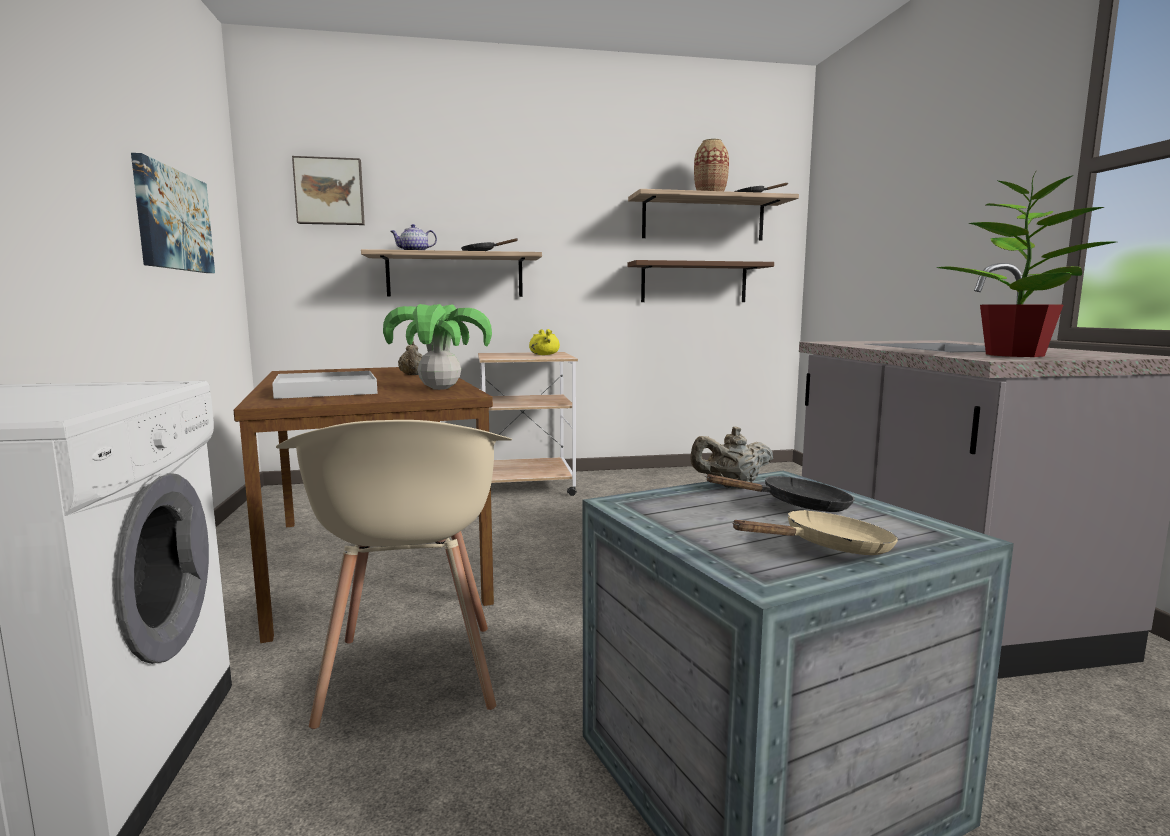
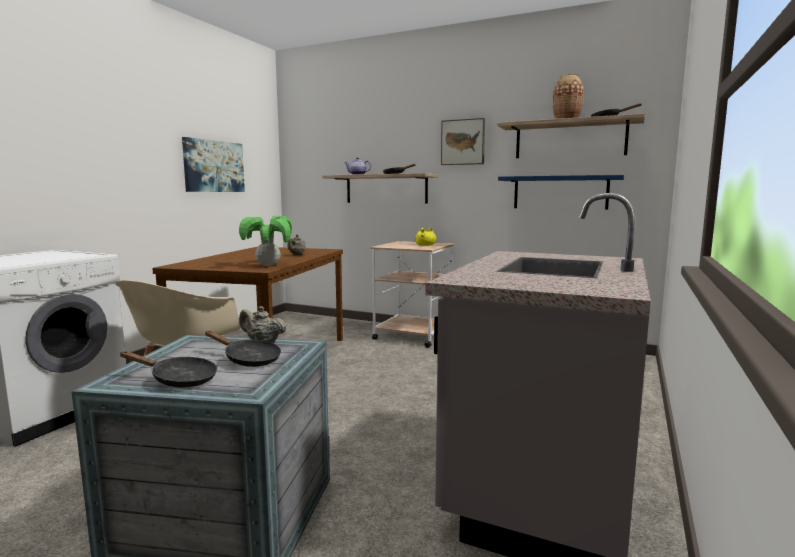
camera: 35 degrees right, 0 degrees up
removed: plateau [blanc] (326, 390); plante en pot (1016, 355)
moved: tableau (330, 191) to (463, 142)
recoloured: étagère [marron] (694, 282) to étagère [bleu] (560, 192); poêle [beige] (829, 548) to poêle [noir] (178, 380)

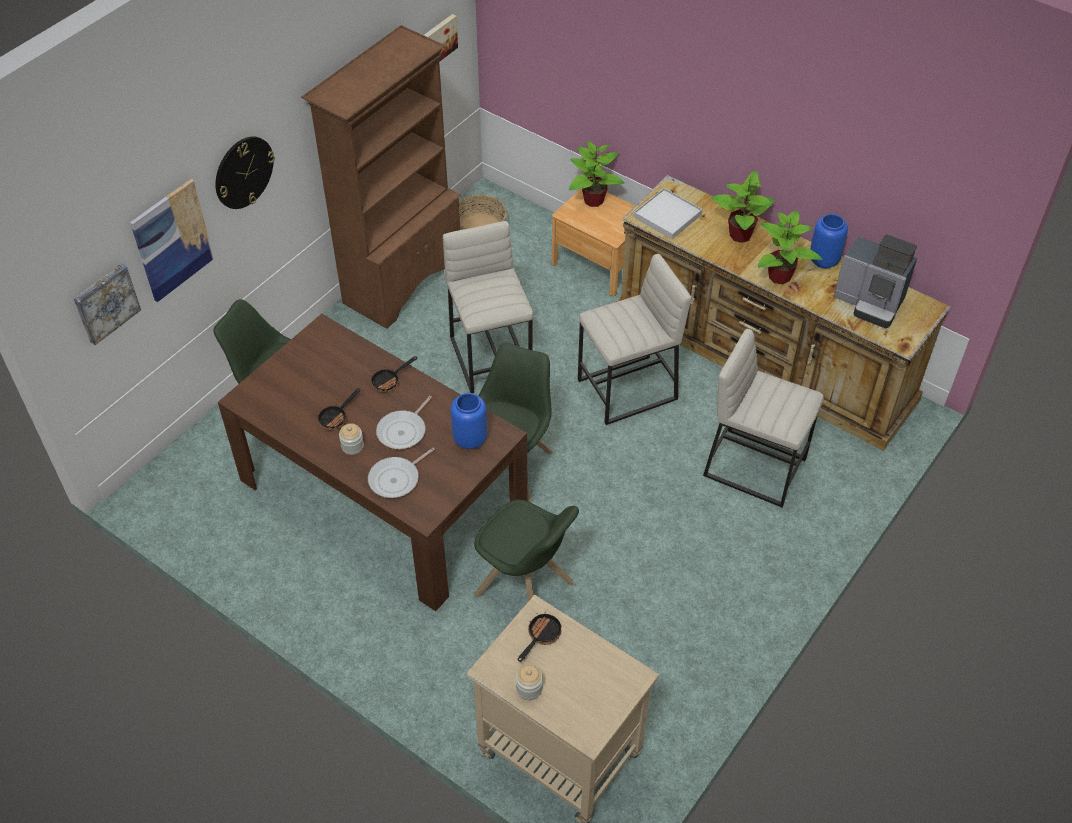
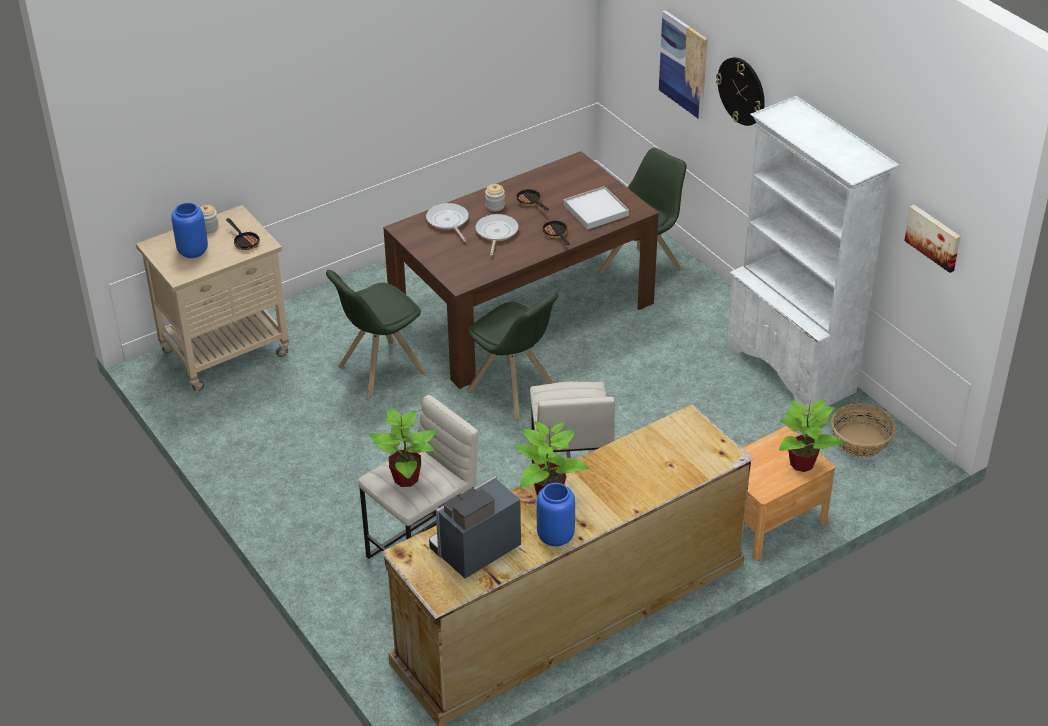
camera: 110 degrees right, 10 degrees down
removed: tableau (105, 302); tabouret [beige] (490, 357)
moved: vase [bleu] (470, 438) to (193, 251); plateau [blanc] (667, 216) to (596, 210); plante en pot (740, 234) to (407, 479)
recoloured: bibliothèque [marron] (402, 281) to bibliothèque [blanc] (791, 369)
turned: poêle (403, 431) = (496, 233) 45 degrees clockwise

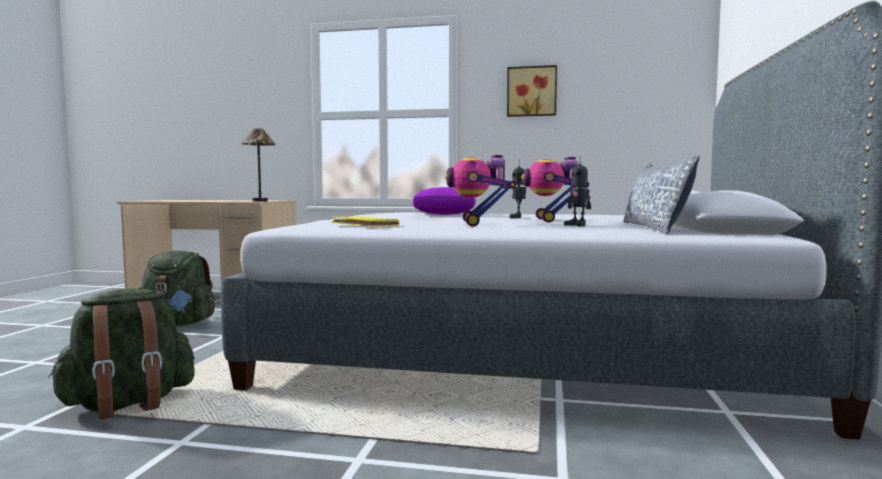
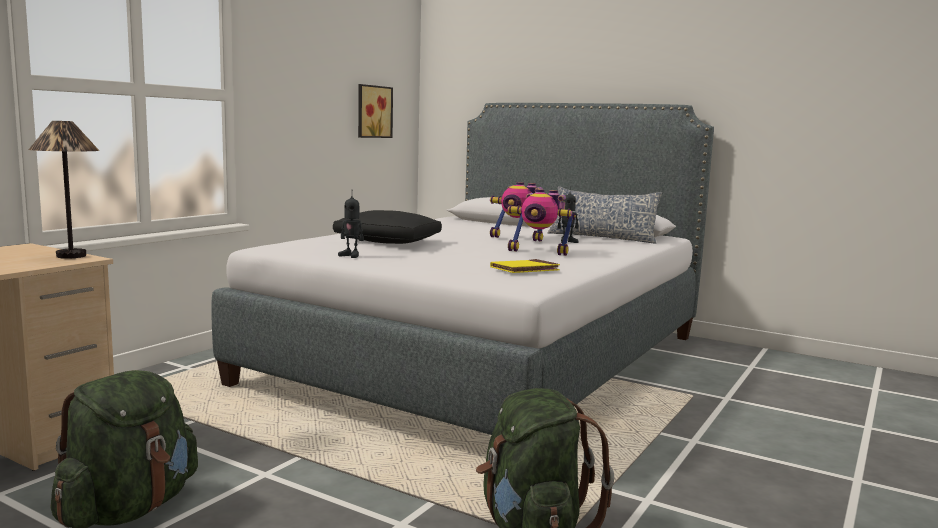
camera: 70 degrees left, 5 degrees up
moved: tableau (531, 91) to (373, 111); robot jouet (517, 217) to (351, 255)
recoloured: coussin [violet] (444, 214) to coussin [noir] (389, 241)

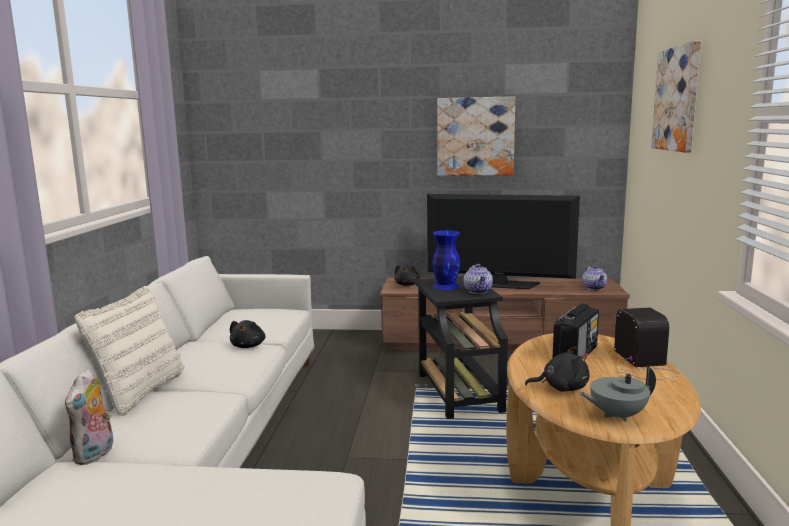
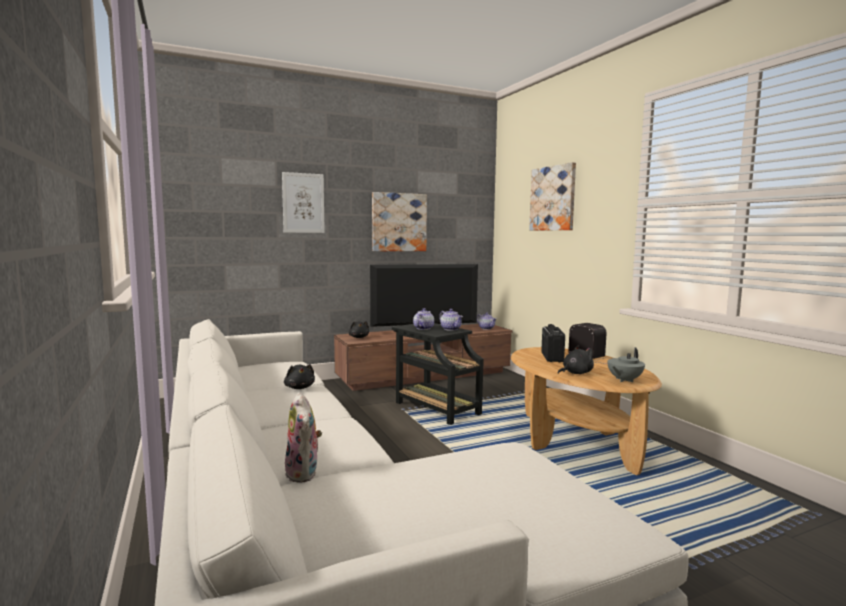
camera: 30 degrees left, 5 degrees down
removed: coussin [beige] (140, 392)
added: tableau (303, 203)
replaced: vase [bleu] (445, 286) to théière (423, 328)

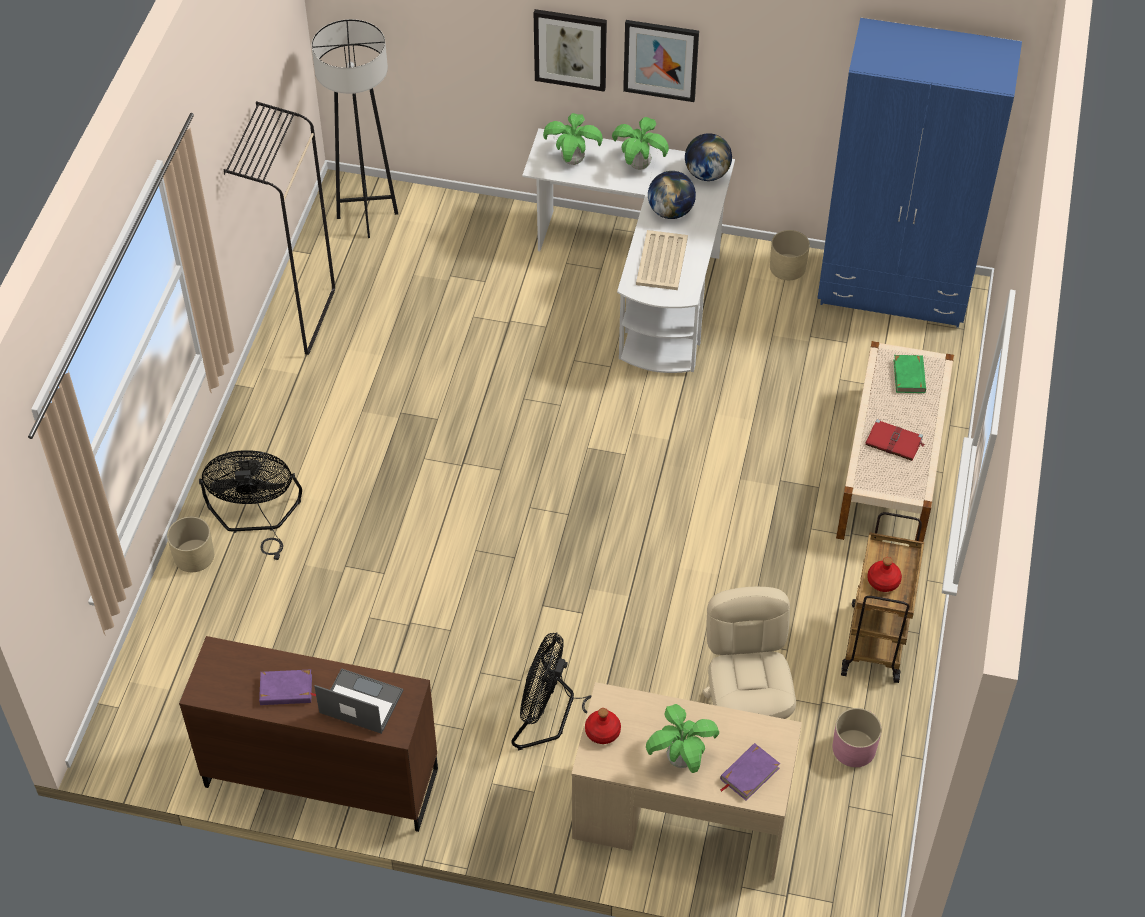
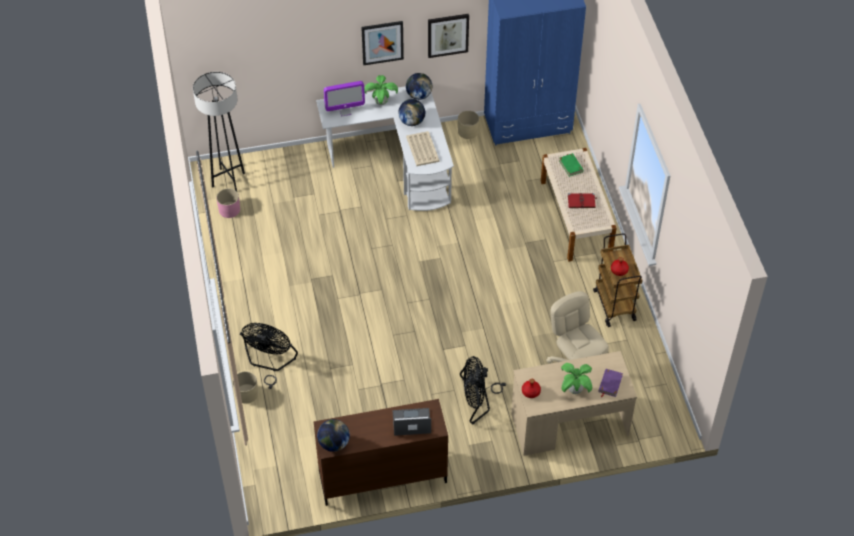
camera: 25 degrees left, 0 degrees up
removed: portant [noir] (297, 317); livre [violet] (286, 690)
added: globe (334, 443)
moved: tableau (570, 49) to (448, 35); cache-pot [rose] (854, 749) to (229, 210)
replaced: plante en pot (573, 160) to écran d'ordinateur (345, 111)
turned: ventilateur [noir] (257, 519) = (268, 362) 45 degrees clockwise

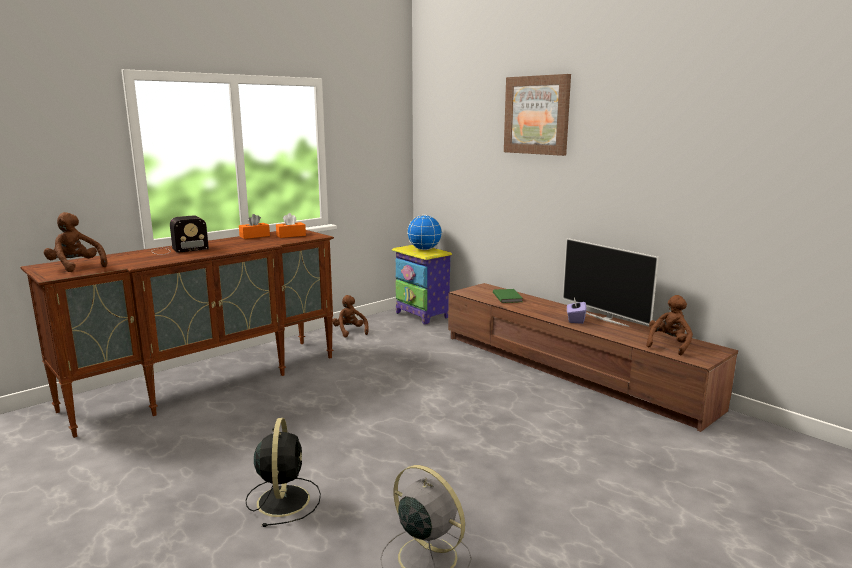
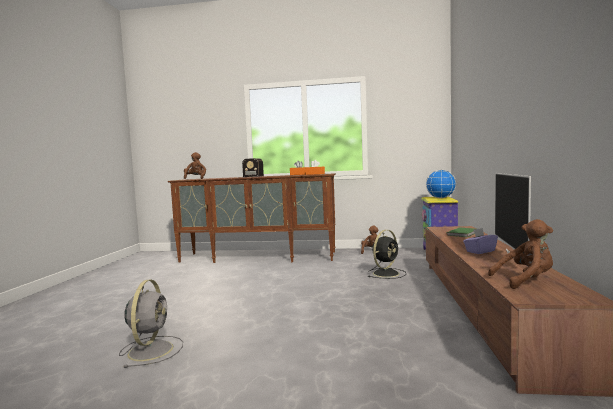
camera: 50 degrees right, 10 degrees down
removed: tableau (537, 115)
moved: ventilateur [noir] (283, 499) to (386, 273)

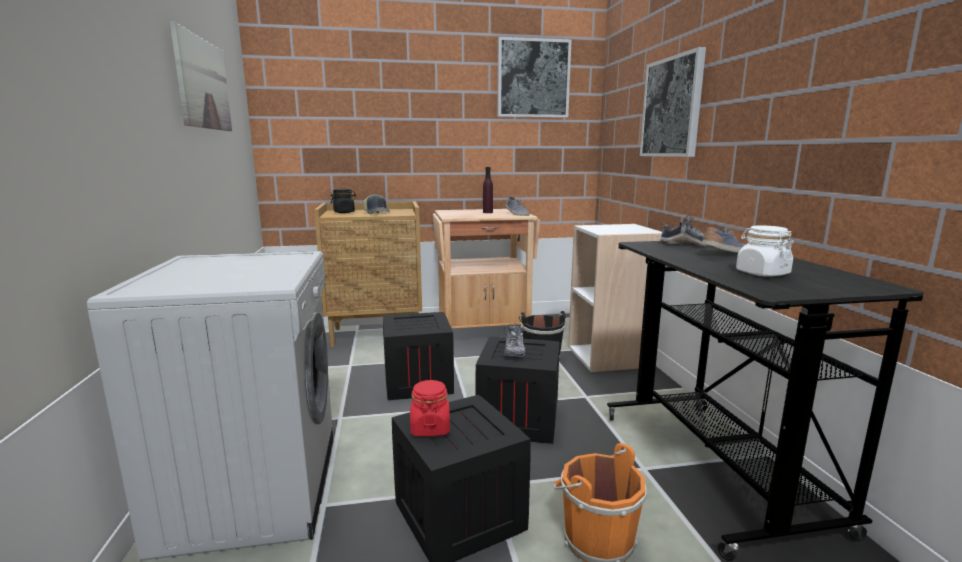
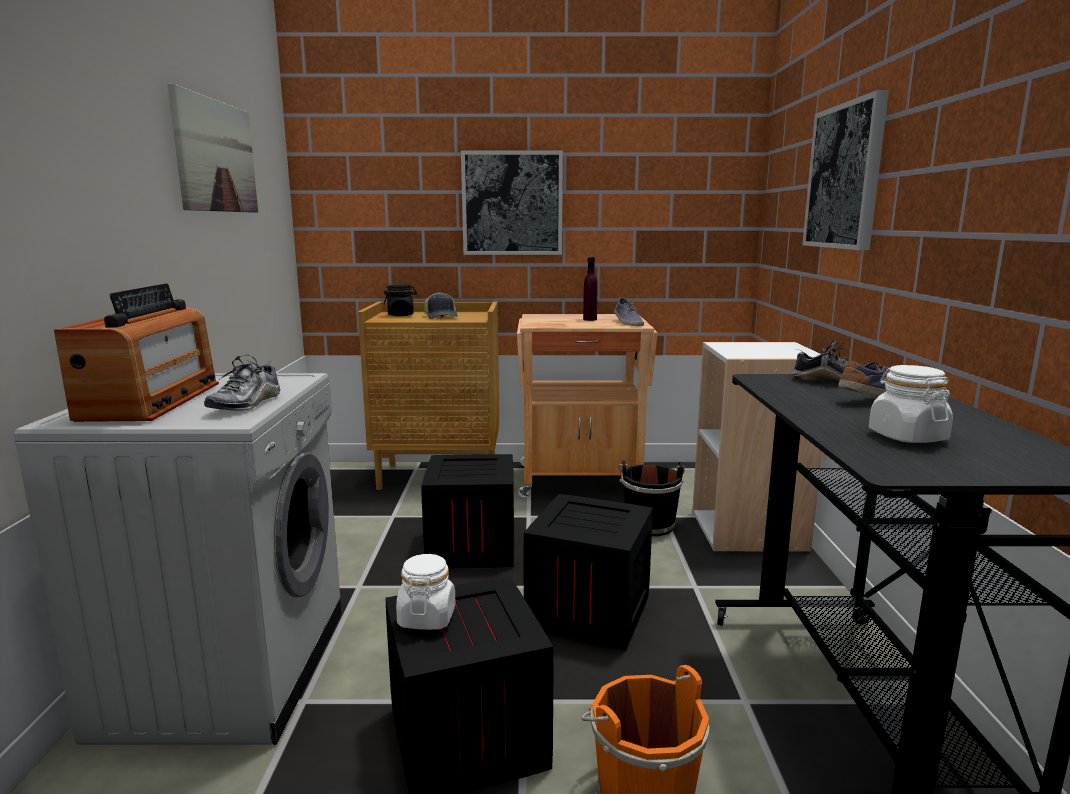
camera: 10 degrees right, 0 degrees up
added: radio (152, 400)
moved: tableau (533, 78) to (512, 203); chaussure (514, 350) to (246, 403)
recoloured: bocal [rouge] (430, 428) to bocal [blanc] (427, 617)

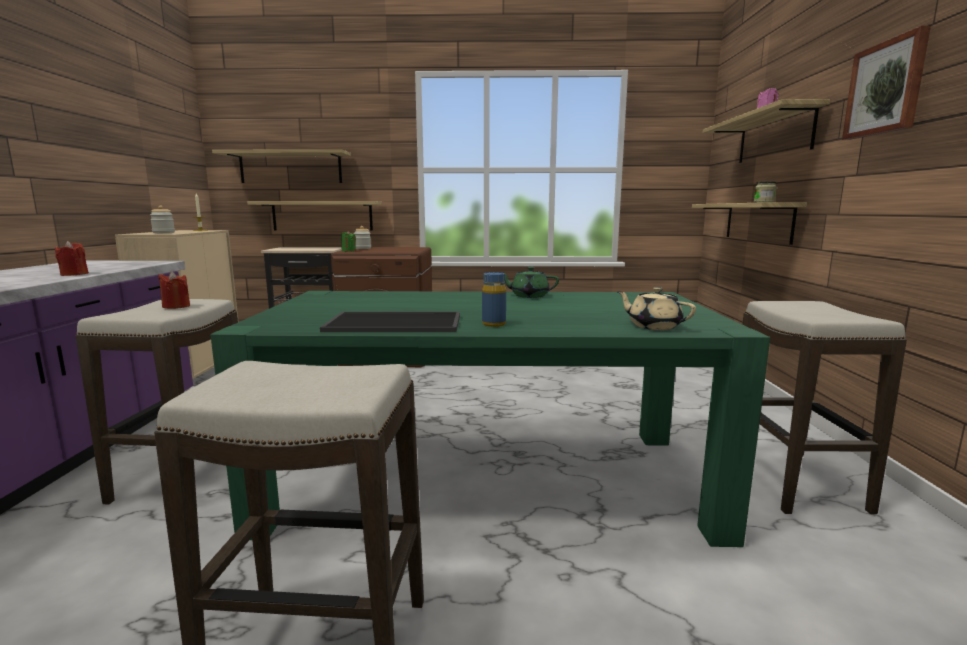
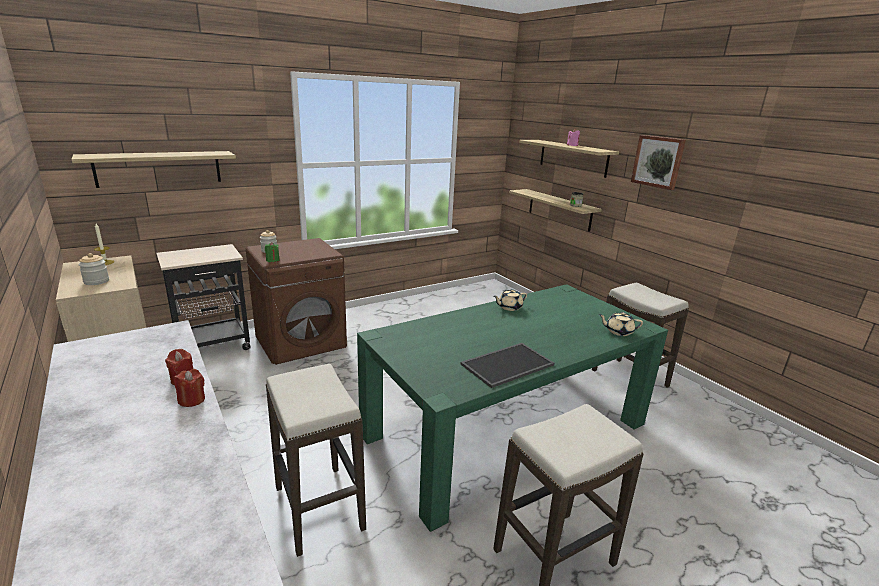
camera: 35 degrees left, 10 degrees up
removed: étagère (322, 216); bouteille [bleu] (494, 324)
moved: bougie [rouge] (176, 306) to (192, 400)
recoloured: théière [vert] (529, 296) to théière [beige] (509, 307)

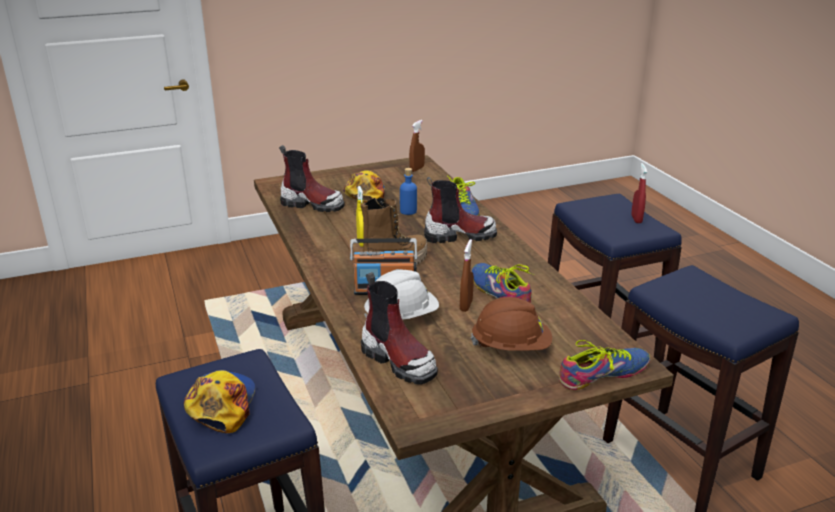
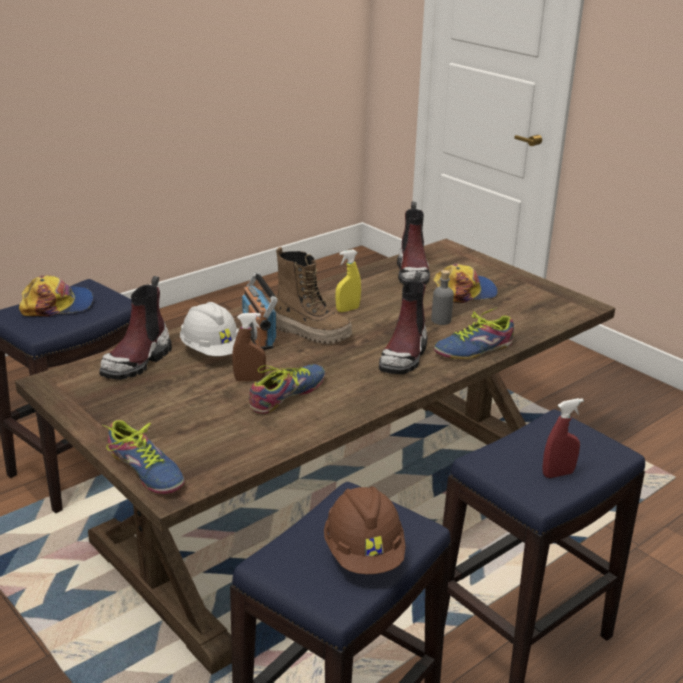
camera: 70 degrees right, 0 degrees up
removed: vaporisateur [marron] (417, 169)
moved: casque de chantier [marron] (511, 347) to (364, 553)
recoloured: bouteille [bleu] (408, 211) to bouteille [gris] (441, 320)
turned: botte (459, 235) = (404, 356) 45 degrees clockwise

